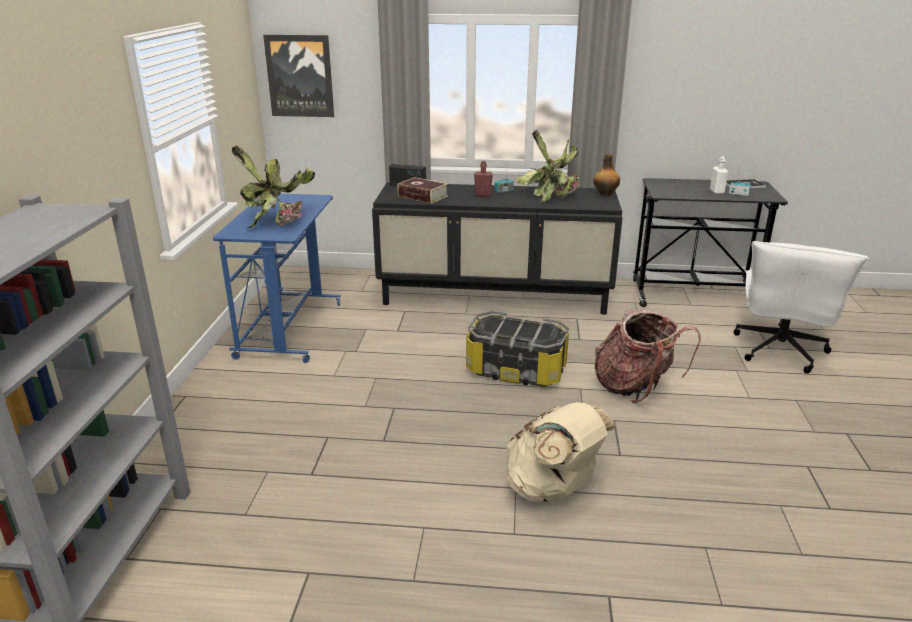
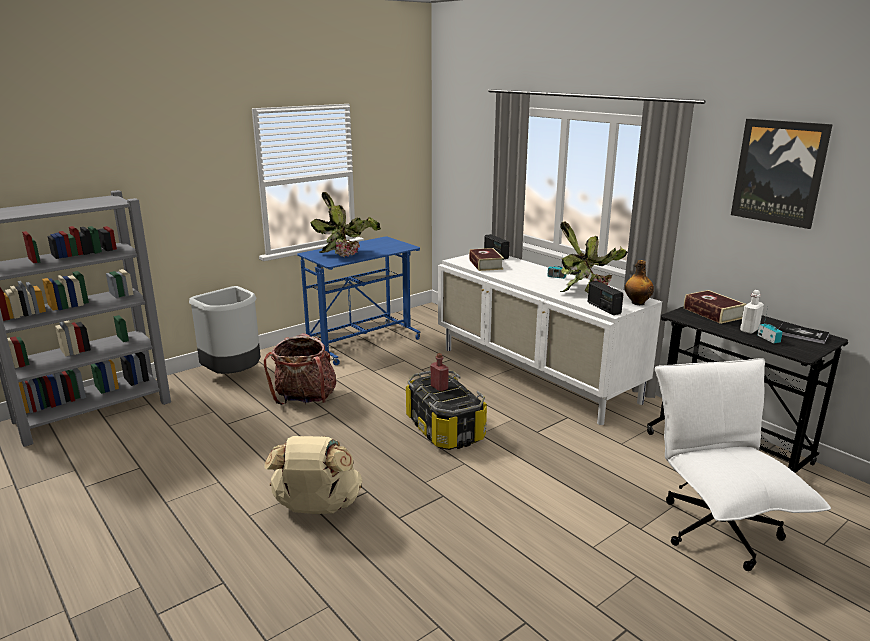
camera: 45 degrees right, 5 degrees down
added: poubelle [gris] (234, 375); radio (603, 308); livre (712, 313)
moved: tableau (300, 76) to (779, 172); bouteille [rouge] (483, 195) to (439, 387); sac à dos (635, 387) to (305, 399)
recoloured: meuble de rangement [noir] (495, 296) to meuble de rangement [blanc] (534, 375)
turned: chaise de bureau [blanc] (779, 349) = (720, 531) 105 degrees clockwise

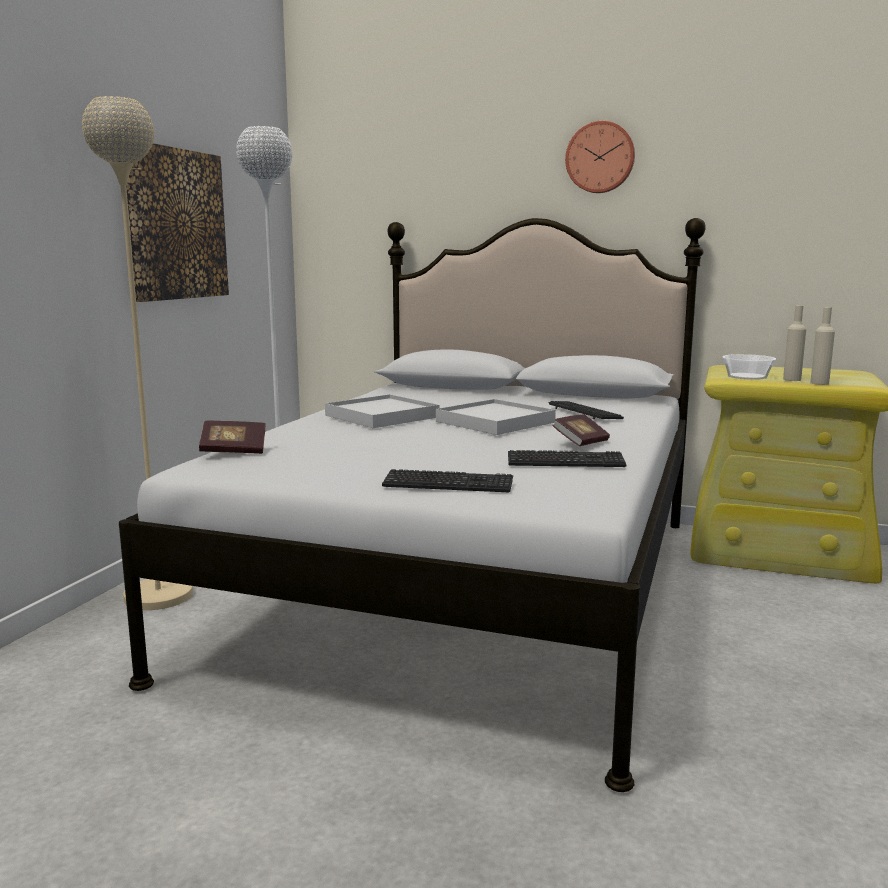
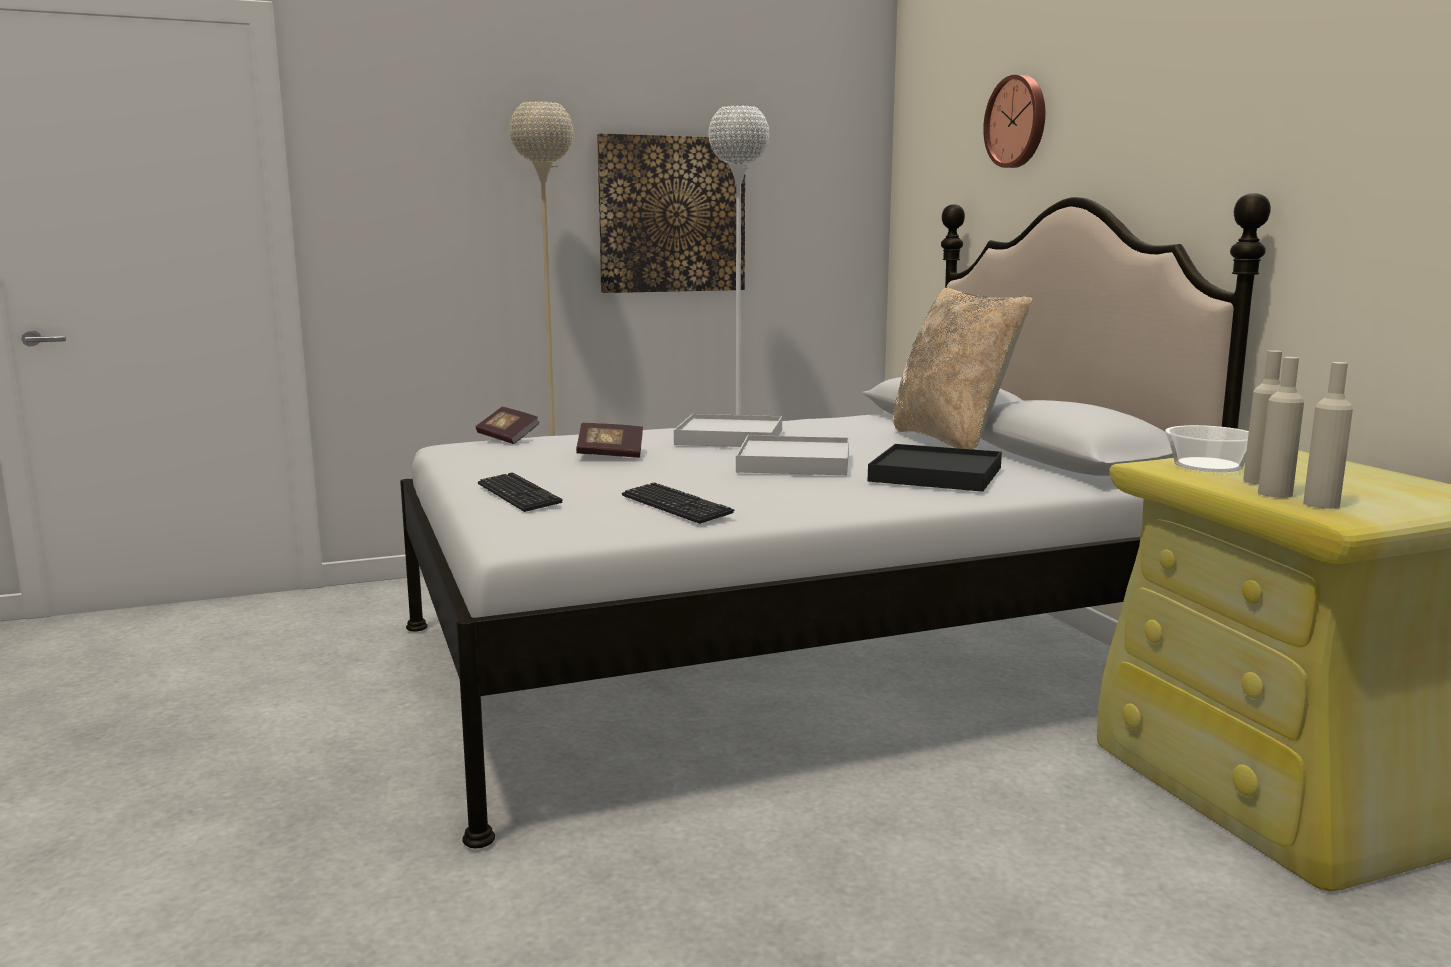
camera: 50 degrees right, 0 degrees up
added: coussin [beige] (950, 443); bouteille [beige] (1321, 504)
moved: livre (581, 443) to (610, 454); horloge murale (600, 157) to (1018, 122)
replaced: clavier (584, 412) to plateau [noir] (935, 474)

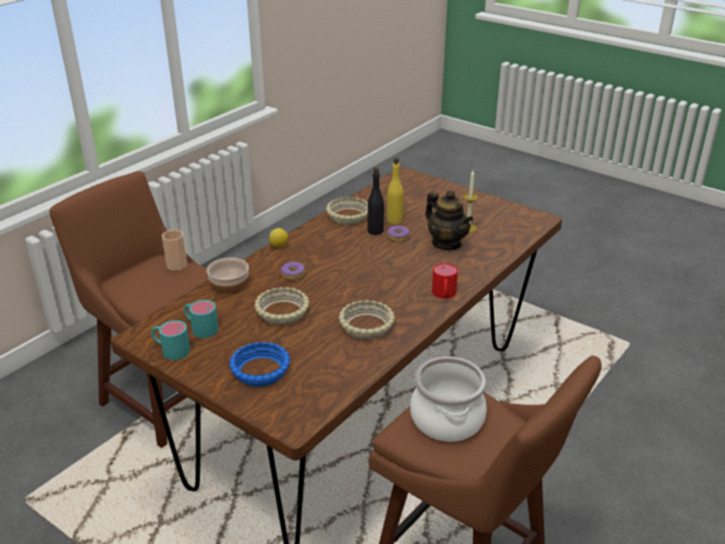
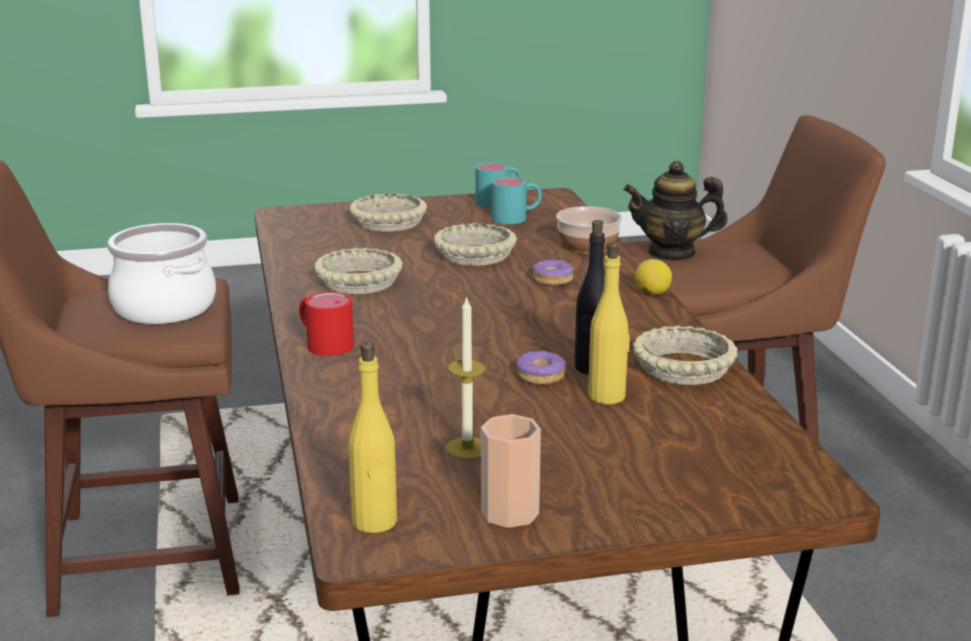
camera: 130 degrees right, 10 degrees down
added: bouteille [jaune] (374, 522)
moved: tasse (177, 265) to (510, 513); théière (447, 243) to (672, 253)
recoloured: bol [bleu] (261, 370) to bol [beige] (387, 221)

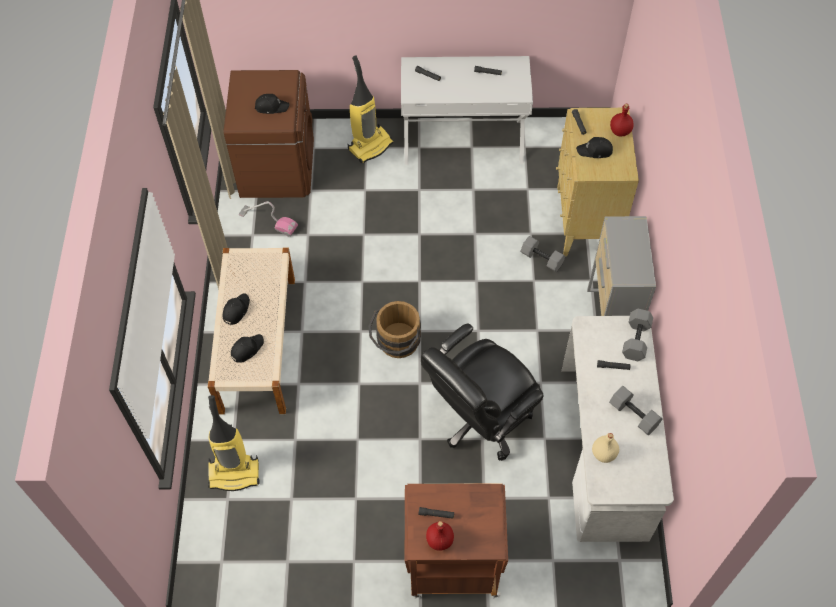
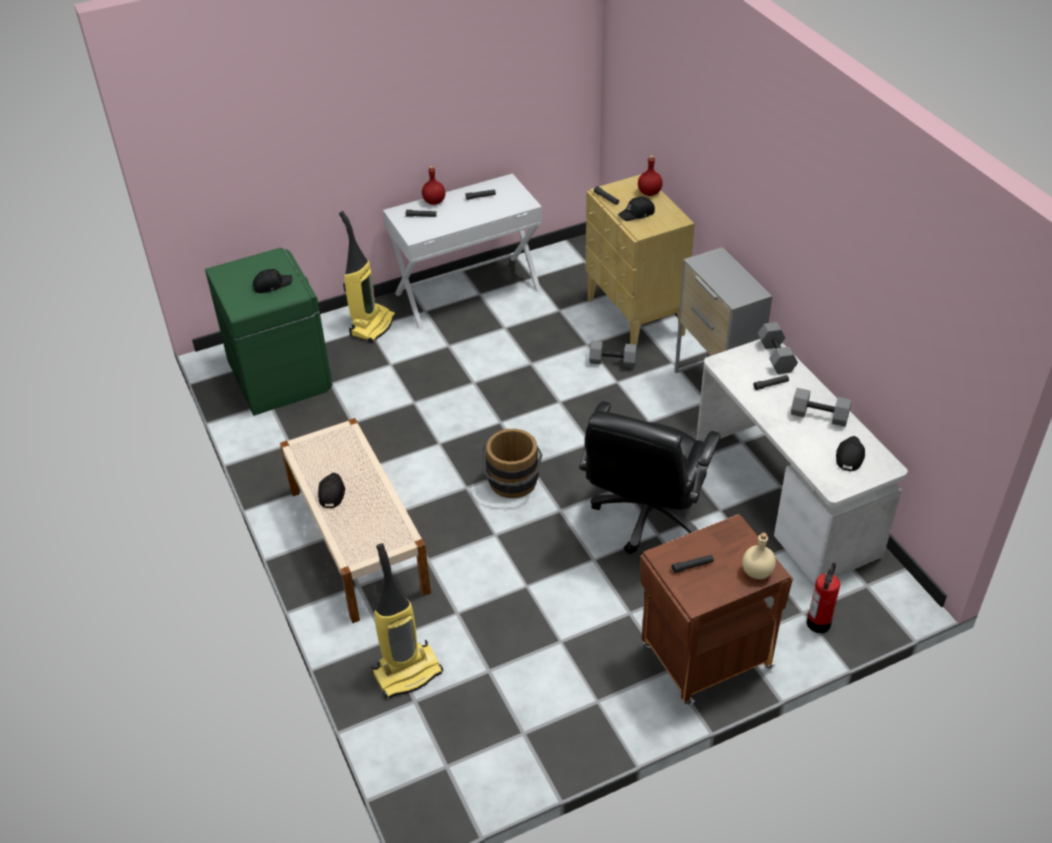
camera: 25 degrees left, 15 degrees down
removed: aspirateur (268, 221)
added: extincteur (819, 623)
moved: casquette [noir] (246, 349) to (849, 456); bouteille [rouge] (440, 540) to (434, 201); bouteille [beige] (604, 454) to (757, 572)
recoloured: lave-linge [marron] (278, 166) to lave-linge [vert] (280, 374)

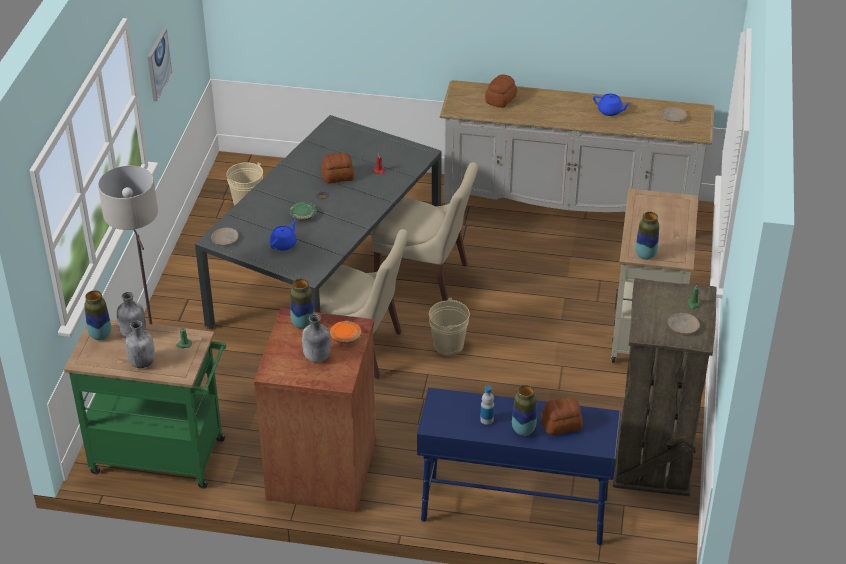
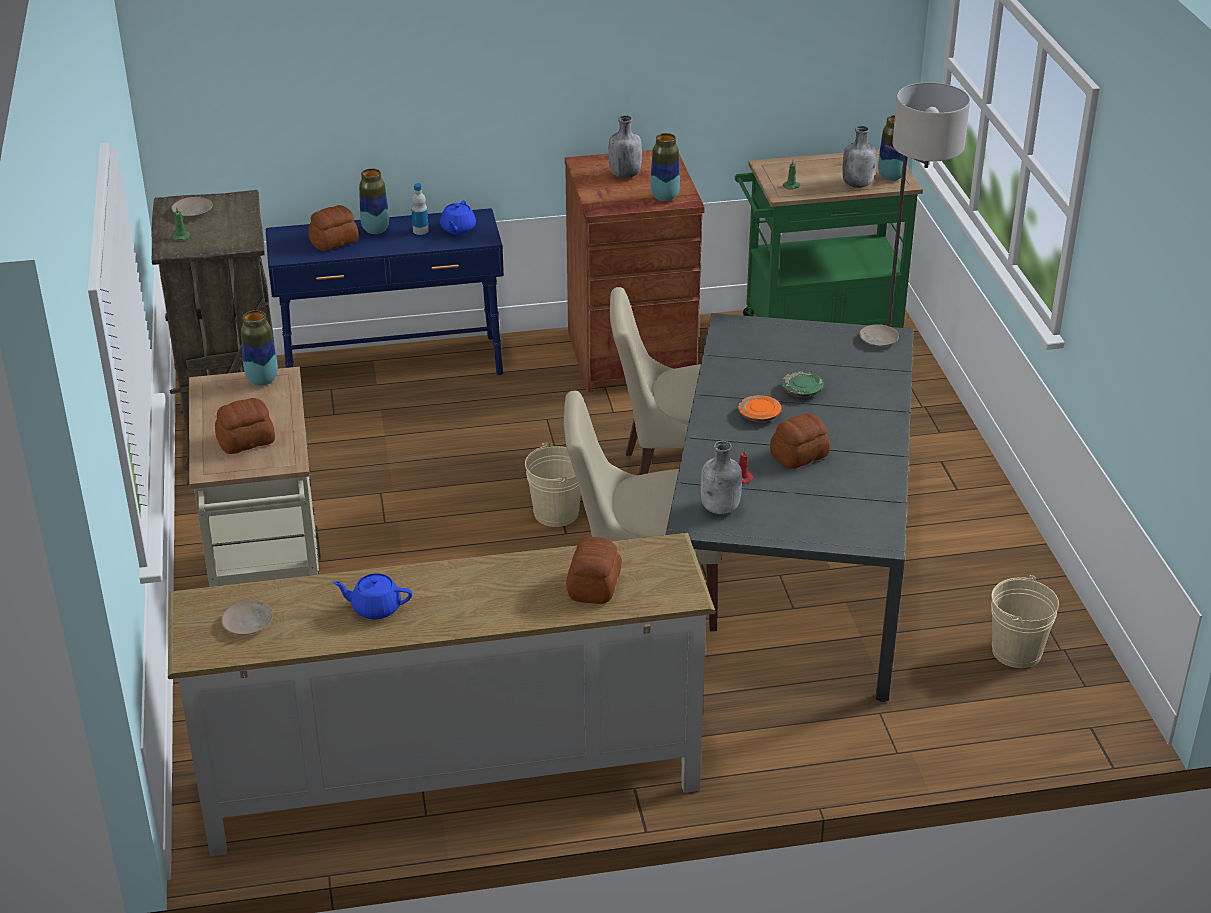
camera: 160 degrees right, 5 degrees down
removed: tableau (158, 64)
added: pain (247, 441)
moved: bouteille [gris] (142, 362) to (720, 508); théière [bleu] (284, 244) to (457, 229); assiette [orange] (346, 336) to (759, 415)

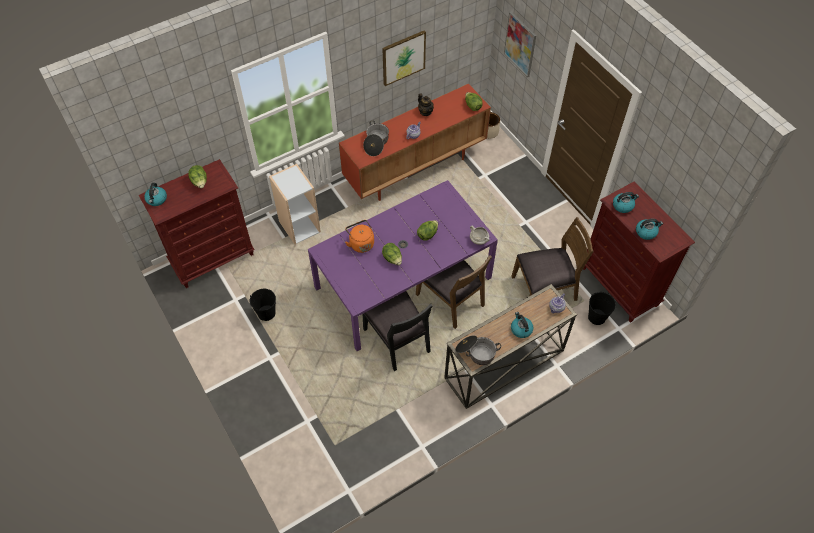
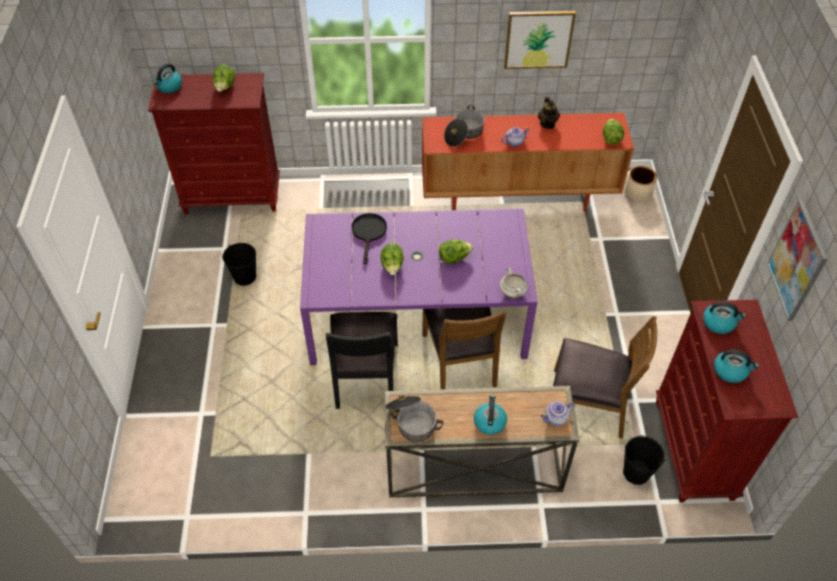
camera: 30 degrees right, 5 degrees down
removed: bibliothèque (299, 226)
moved: tableau (520, 44) to (797, 261)
replaced: bouilloire [orange] (360, 243) to poêle [noir] (369, 233)

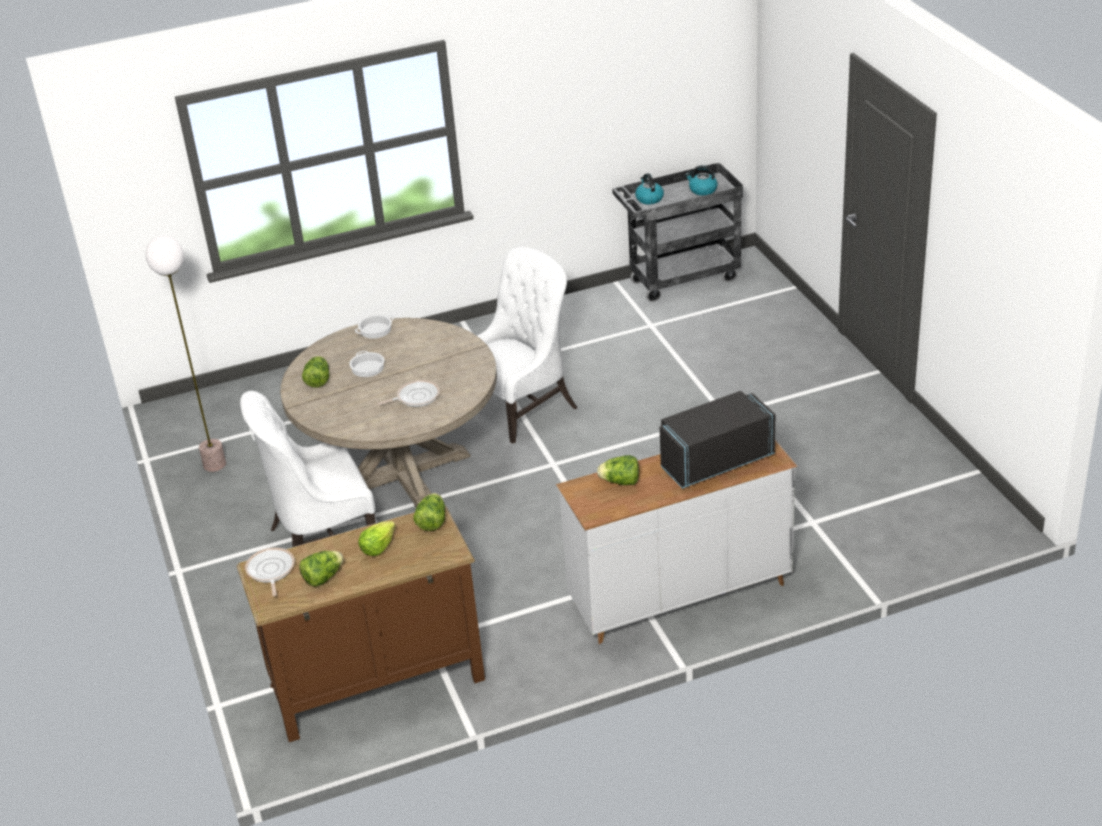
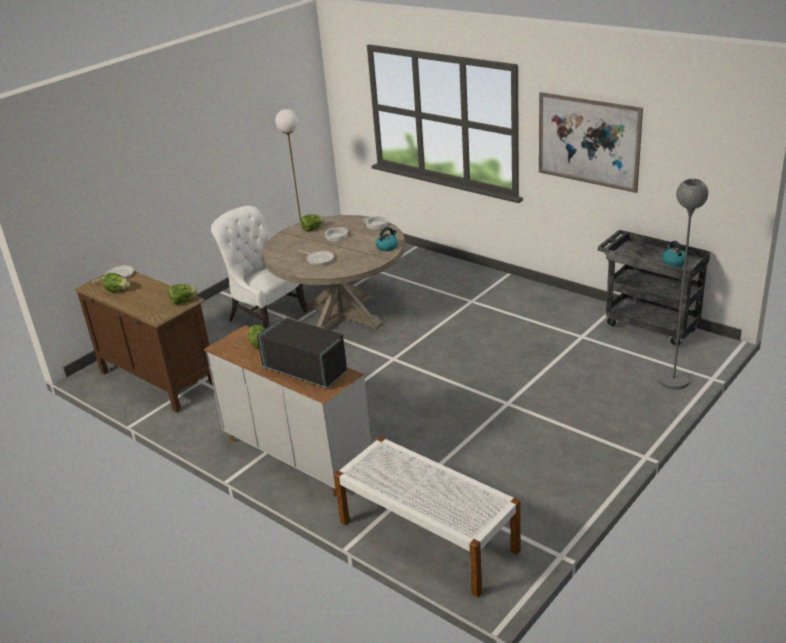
camera: 60 degrees right, 5 degrees down
removed: laitue (378, 548); chaise [blanc] (523, 407)
added: banc [blanc] (427, 537); tableau (588, 141); lampadaire [gris] (673, 381)
moved: bouilloire (649, 198) to (387, 247)

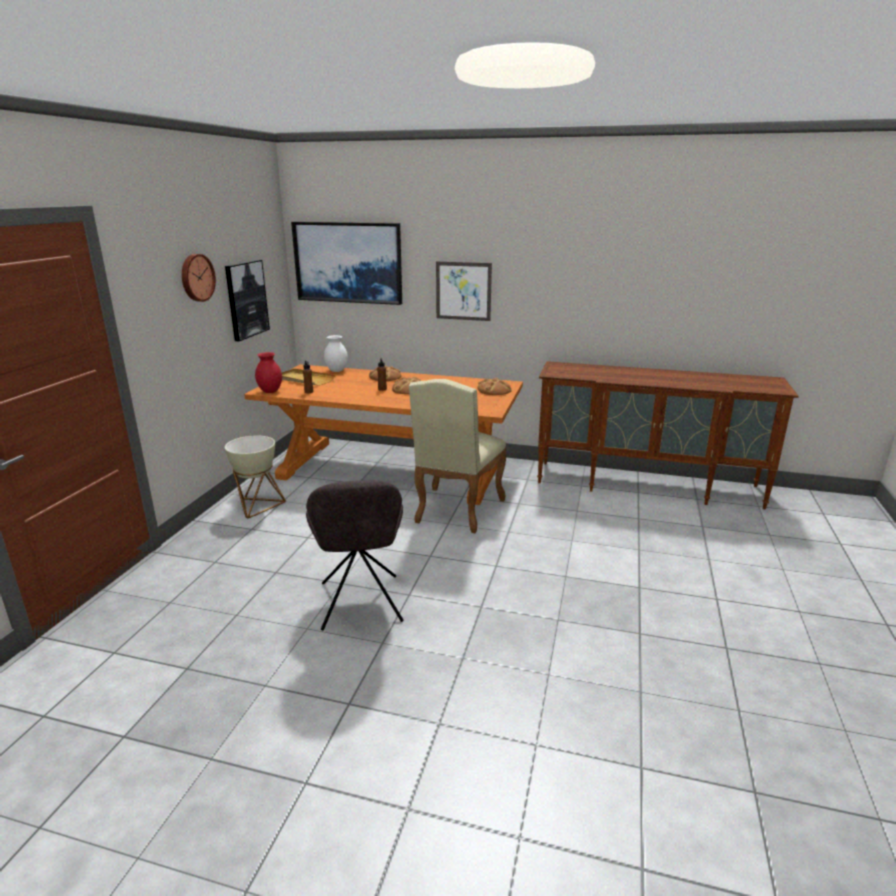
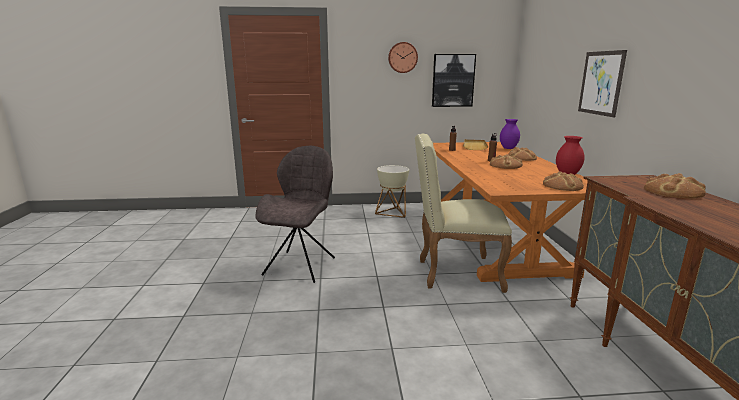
camera: 70 degrees right, 5 degrees down
removed: tableau (348, 262)
added: pain (673, 191)
moved: vase [rouge] (270, 391) to (567, 174)
recoloured: vase [blanc] (337, 370) to vase [violet] (508, 148)
turned: chaise [gris] (360, 604) = (301, 265) 135 degrees clockwise

